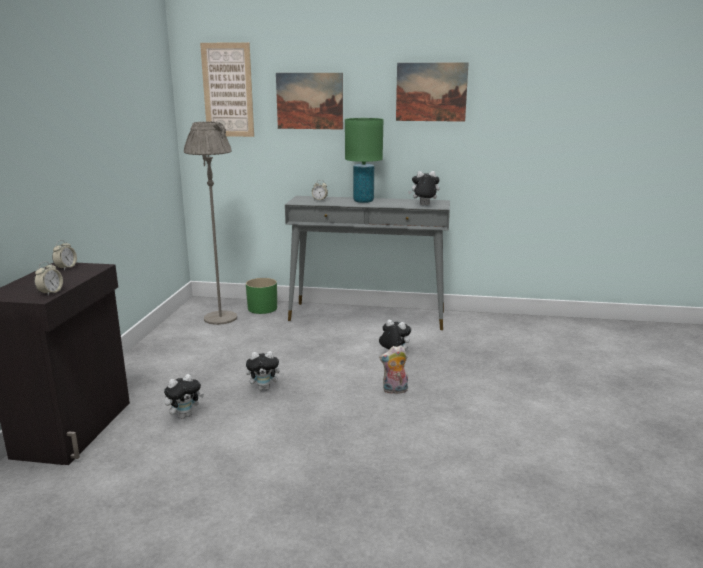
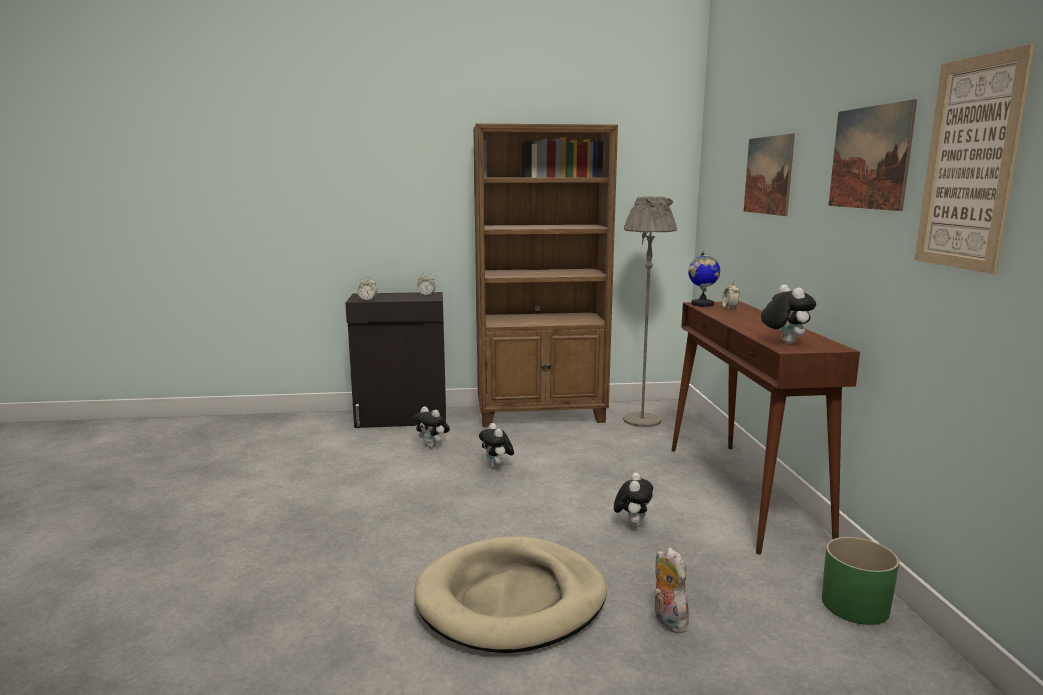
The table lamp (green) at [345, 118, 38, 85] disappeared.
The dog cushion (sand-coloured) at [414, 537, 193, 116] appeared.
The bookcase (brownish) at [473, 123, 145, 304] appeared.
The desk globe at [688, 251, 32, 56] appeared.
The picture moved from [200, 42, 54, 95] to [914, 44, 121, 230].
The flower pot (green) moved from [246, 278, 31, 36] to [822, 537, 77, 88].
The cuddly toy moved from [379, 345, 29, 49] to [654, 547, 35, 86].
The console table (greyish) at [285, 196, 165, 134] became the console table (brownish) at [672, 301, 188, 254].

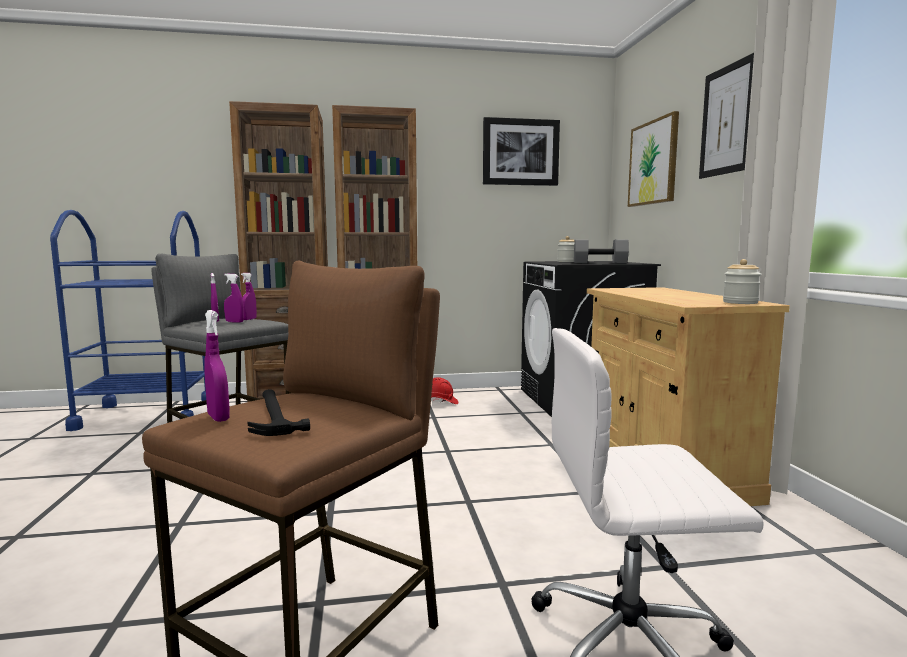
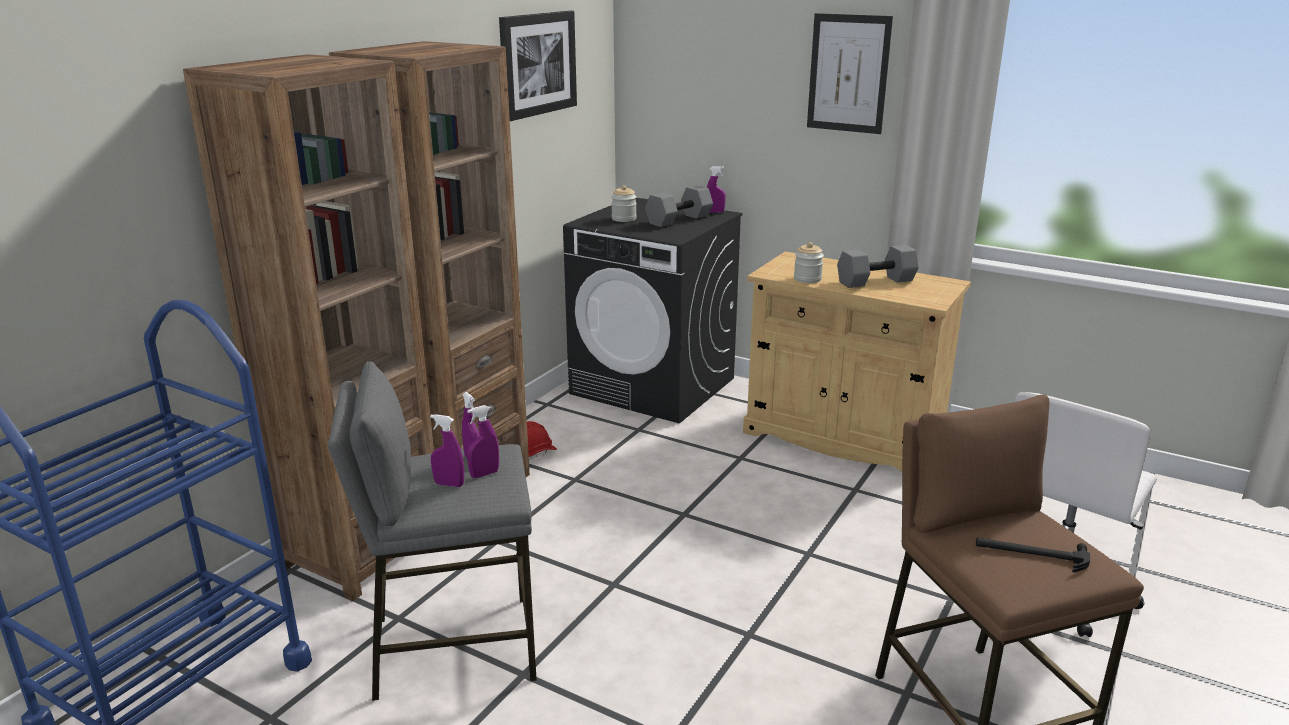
The picture at [628, 111, 51, 96] disappeared.
The free weight (greyish) at [837, 245, 82, 43] appeared.
The spray bottle (purple-coloured) moved from [204, 310, 26, 112] to [707, 166, 19, 47].
The preserve jar moved from [723, 259, 38, 45] to [794, 242, 30, 41].

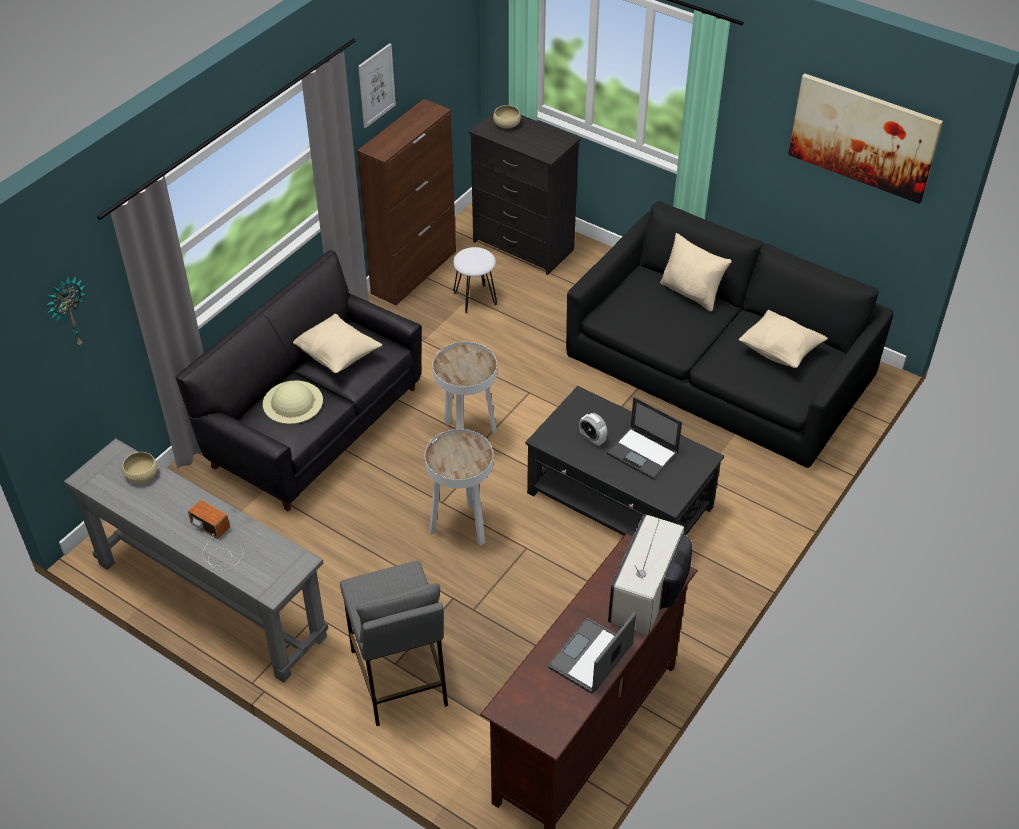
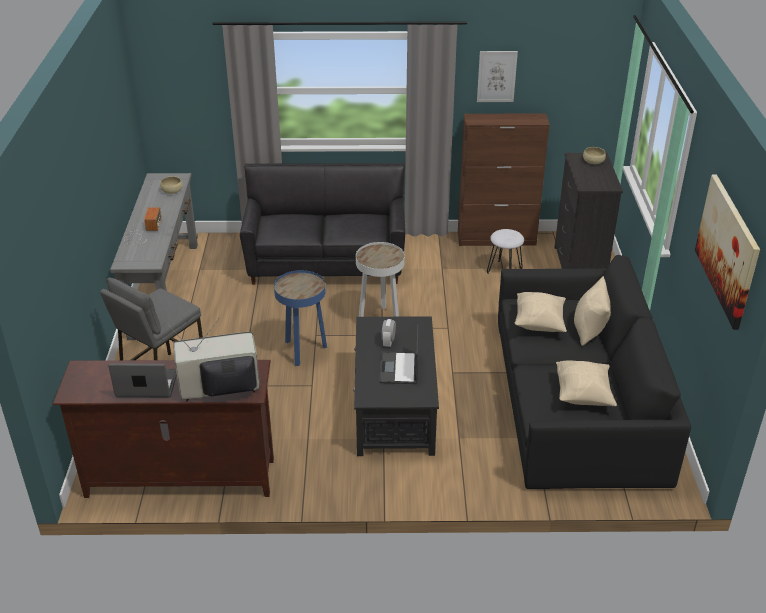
The wall clock at [47, 276, 39, 70] disappeared.
The hat (sand-coloured) at [263, 381, 60, 43] disappeared.
The cushion (sand-coloured) moved from [293, 314, 89, 59] to [515, 292, 52, 40].
The end table (white-coloured) at [425, 429, 68, 117] became the end table (bluish) at [274, 270, 53, 96].

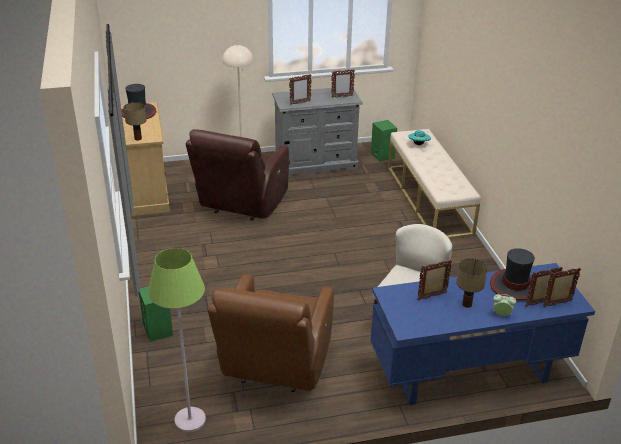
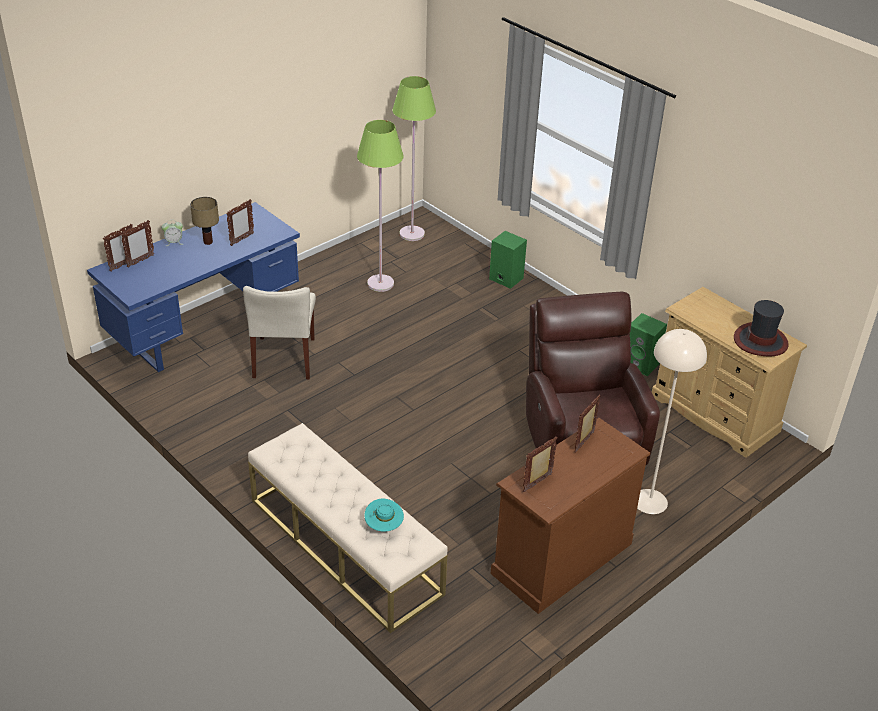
The table lamp at [124, 102, 22, 39] disappeared.
The hat at [490, 248, 45, 53] disappeared.
The loudspeaker (green) moved from [371, 120, 26, 42] to [630, 313, 37, 63].
The lounge chair (brownish) at [208, 274, 126, 118] was replaced by the standing lamp (green) at [357, 120, 47, 172].
The chest of drawers (greyish) at [272, 86, 91, 90] became the chest of drawers (brownish) at [490, 418, 160, 196].

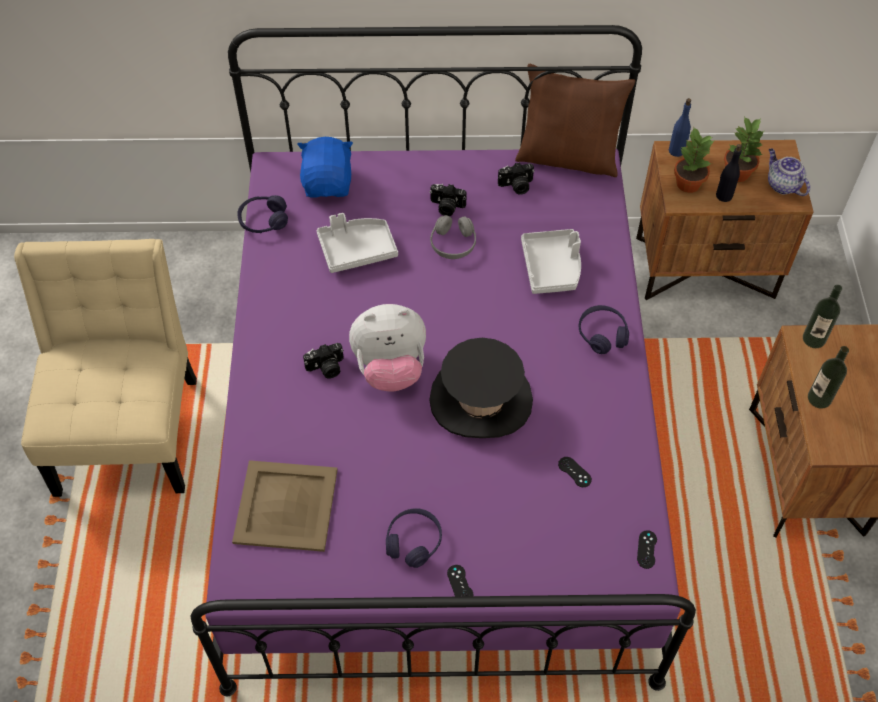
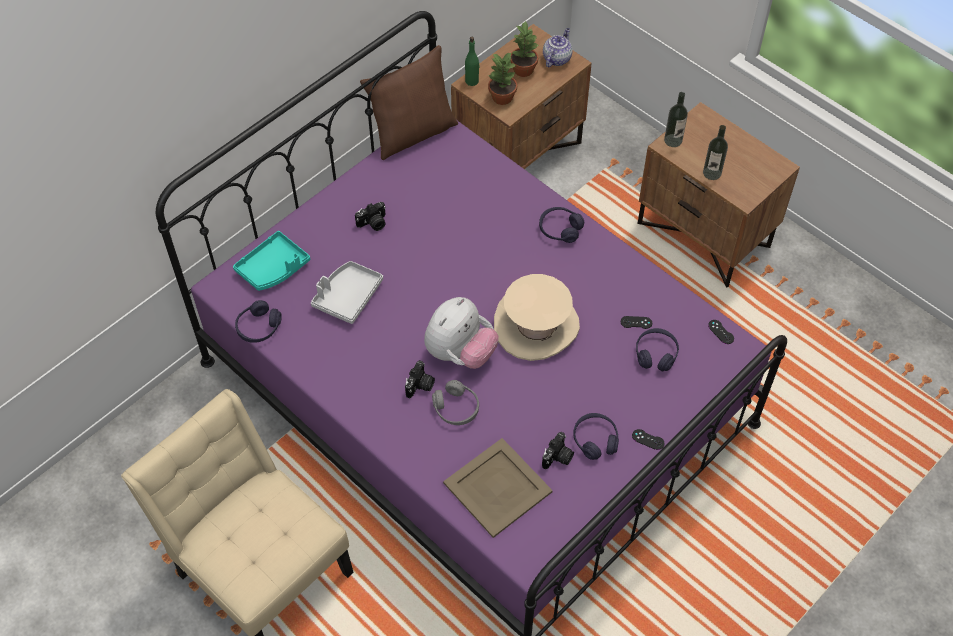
The carrying tray (greyish) at [521, 229, 60, 65] disappeared.
The bottle (black-coloured) at [716, 144, 26, 58] disappeared.
The pair of headphones (purple-coloured) at [636, 328, 43, 44] appeared.
The pair of headphones (greyish) moved from [430, 215, 46, 44] to [432, 380, 47, 45].
The still camera moved from [498, 162, 36, 33] to [542, 432, 32, 37].
The cuddly toy (bluish) at [298, 137, 55, 61] was replaced by the carrying tray (blue-green) at [233, 231, 77, 60].
The hat (black-coloured) at [429, 338, 104, 100] became the hat (sand-coloured) at [494, 274, 86, 87].
The bottle (bluish) at [669, 98, 22, 59] became the bottle (green) at [465, 37, 14, 49].
The tea pot at [768, 148, 42, 48] turned 105 degrees clockwise.

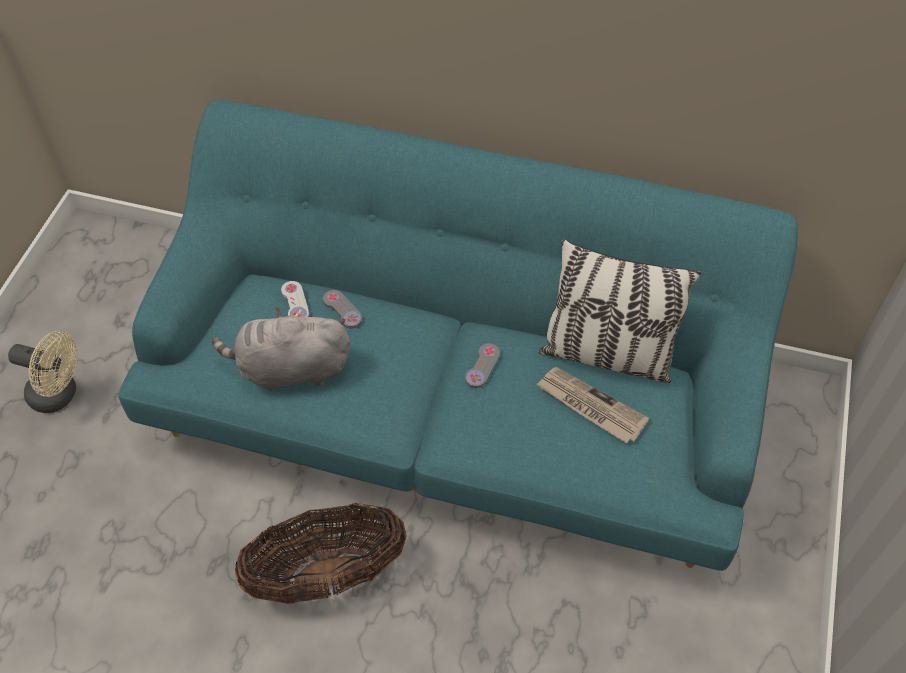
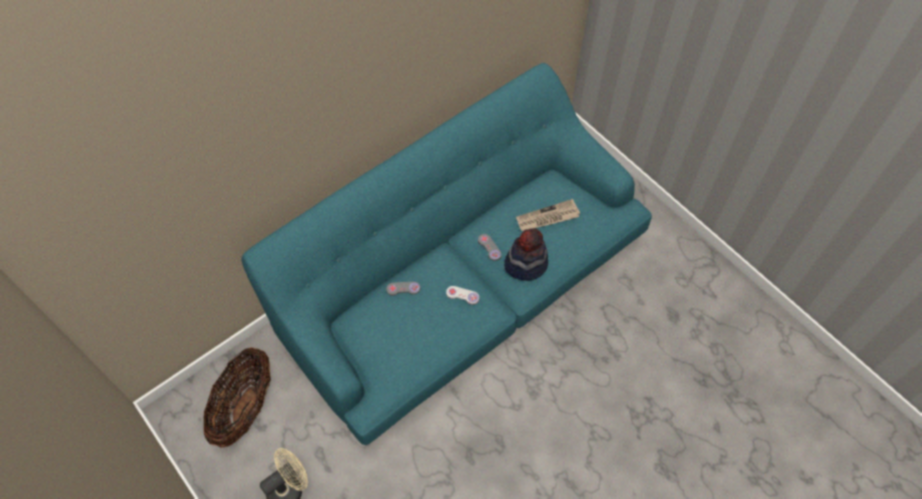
The cuddly toy (greyish) at [212, 307, 138, 84] disappeared.
The cushion at [538, 239, 163, 144] disappeared.
The hat at [504, 228, 44, 53] appeared.
The basket moved from [235, 503, 172, 101] to [204, 347, 67, 101].
The game controller (white-coloured) moved from [281, 281, 28, 36] to [446, 286, 33, 19].

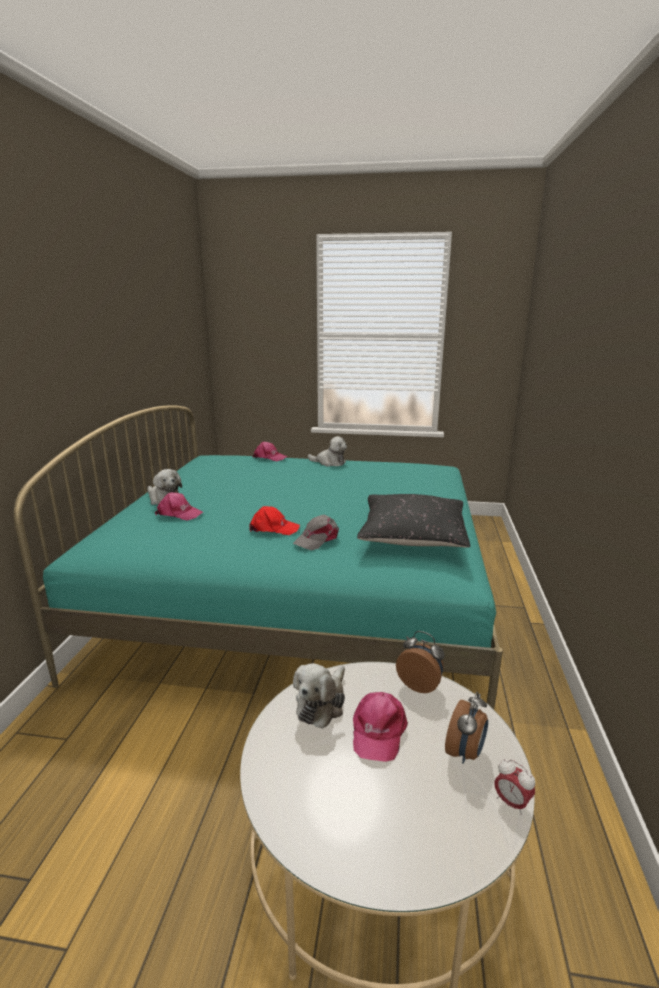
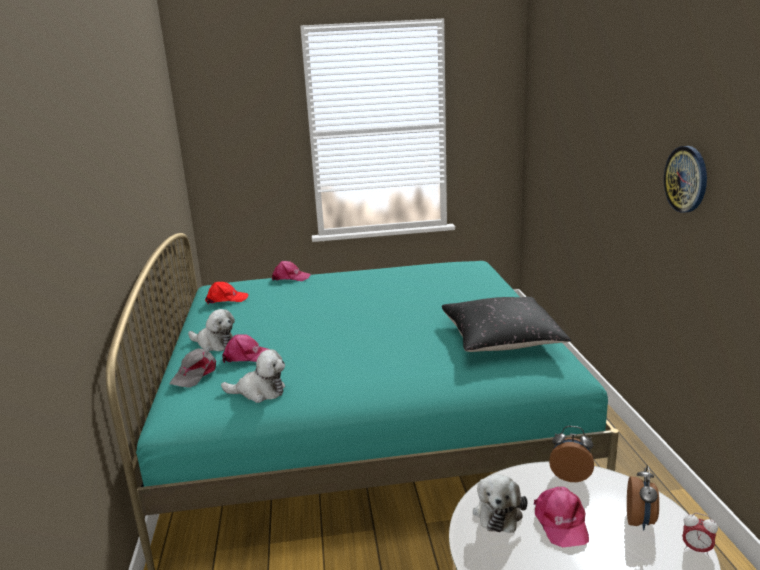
The wall clock at [664, 146, 43, 67] appeared.
The baseball cap (red) moved from [249, 506, 51, 29] to [205, 282, 43, 22].
The baseball cap (greyish) moved from [293, 514, 46, 37] to [169, 348, 47, 40].
The cuddly toy moved from [308, 436, 39, 31] to [221, 349, 64, 54].

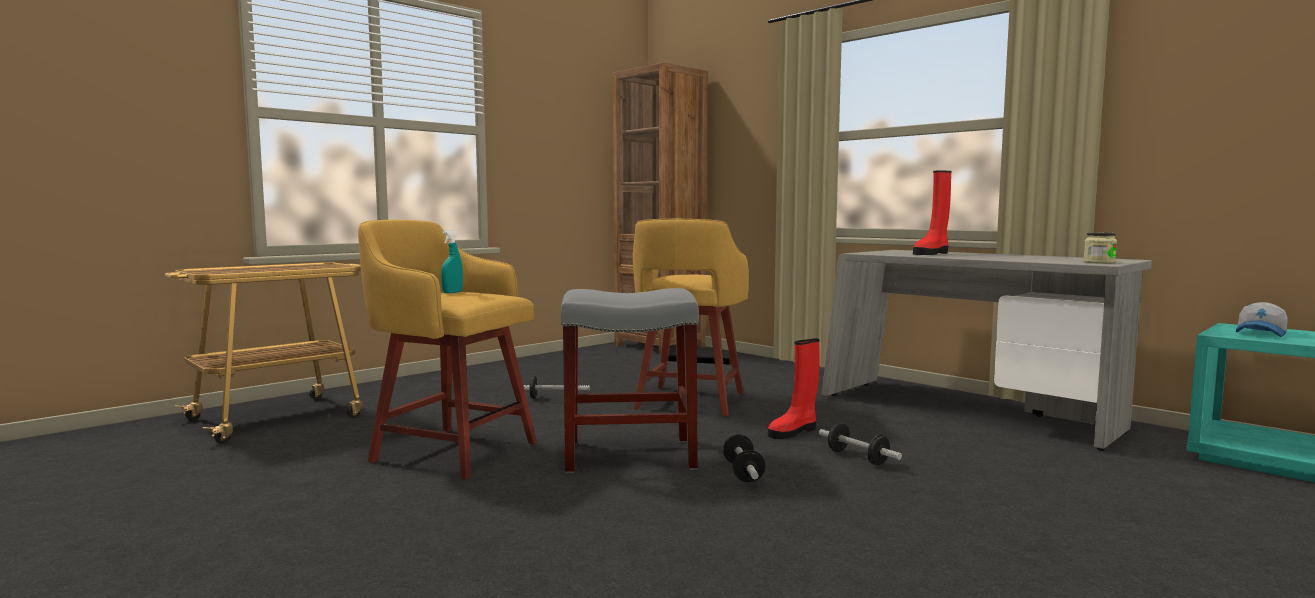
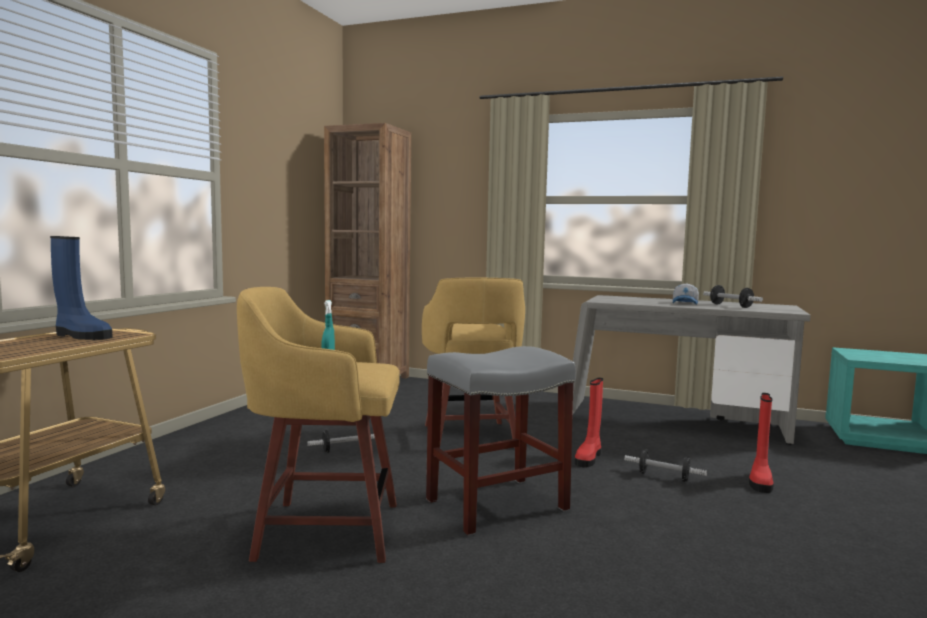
The preserve jar at [1083, 232, 34, 32] disappeared.
The boot (bluish) at [50, 236, 63, 104] appeared.
The free weight moved from [723, 434, 42, 48] to [703, 285, 60, 23].
The boot (red) moved from [913, 170, 38, 85] to [749, 393, 25, 100].
The baseball cap moved from [1236, 302, 52, 35] to [673, 283, 26, 22].

